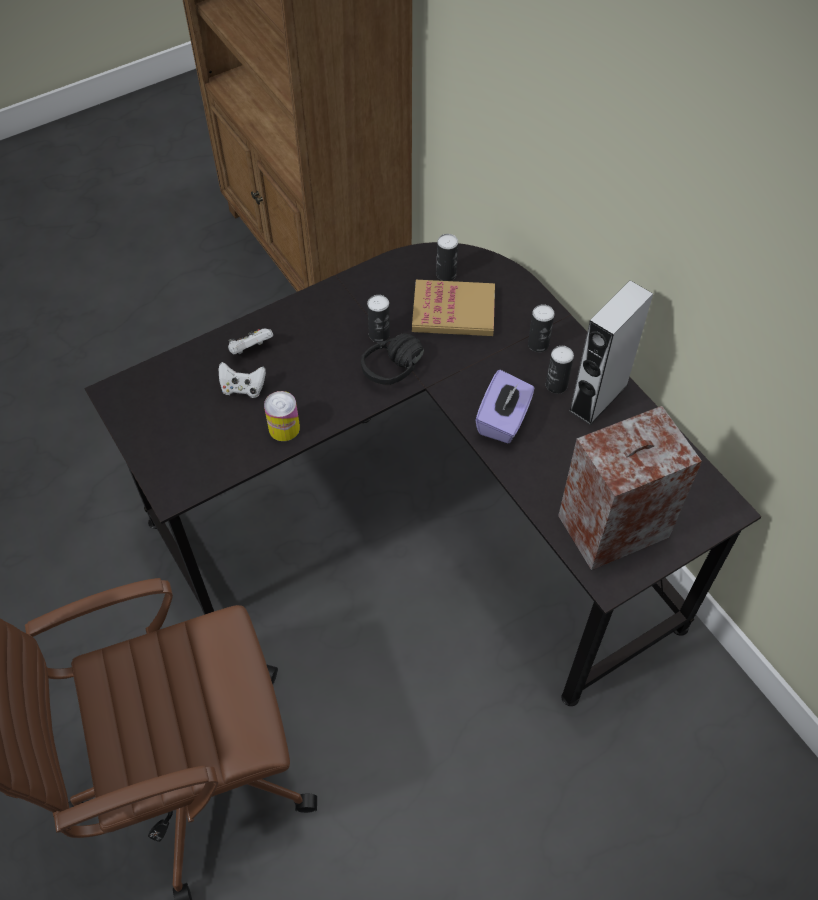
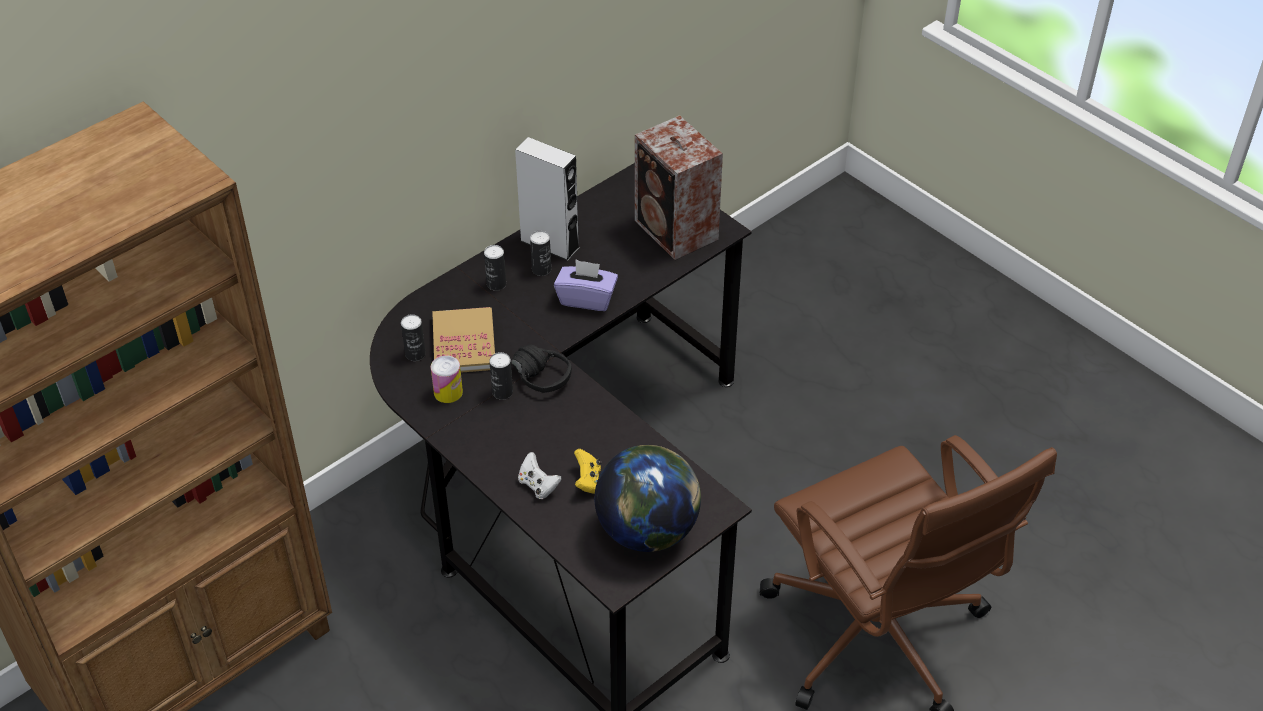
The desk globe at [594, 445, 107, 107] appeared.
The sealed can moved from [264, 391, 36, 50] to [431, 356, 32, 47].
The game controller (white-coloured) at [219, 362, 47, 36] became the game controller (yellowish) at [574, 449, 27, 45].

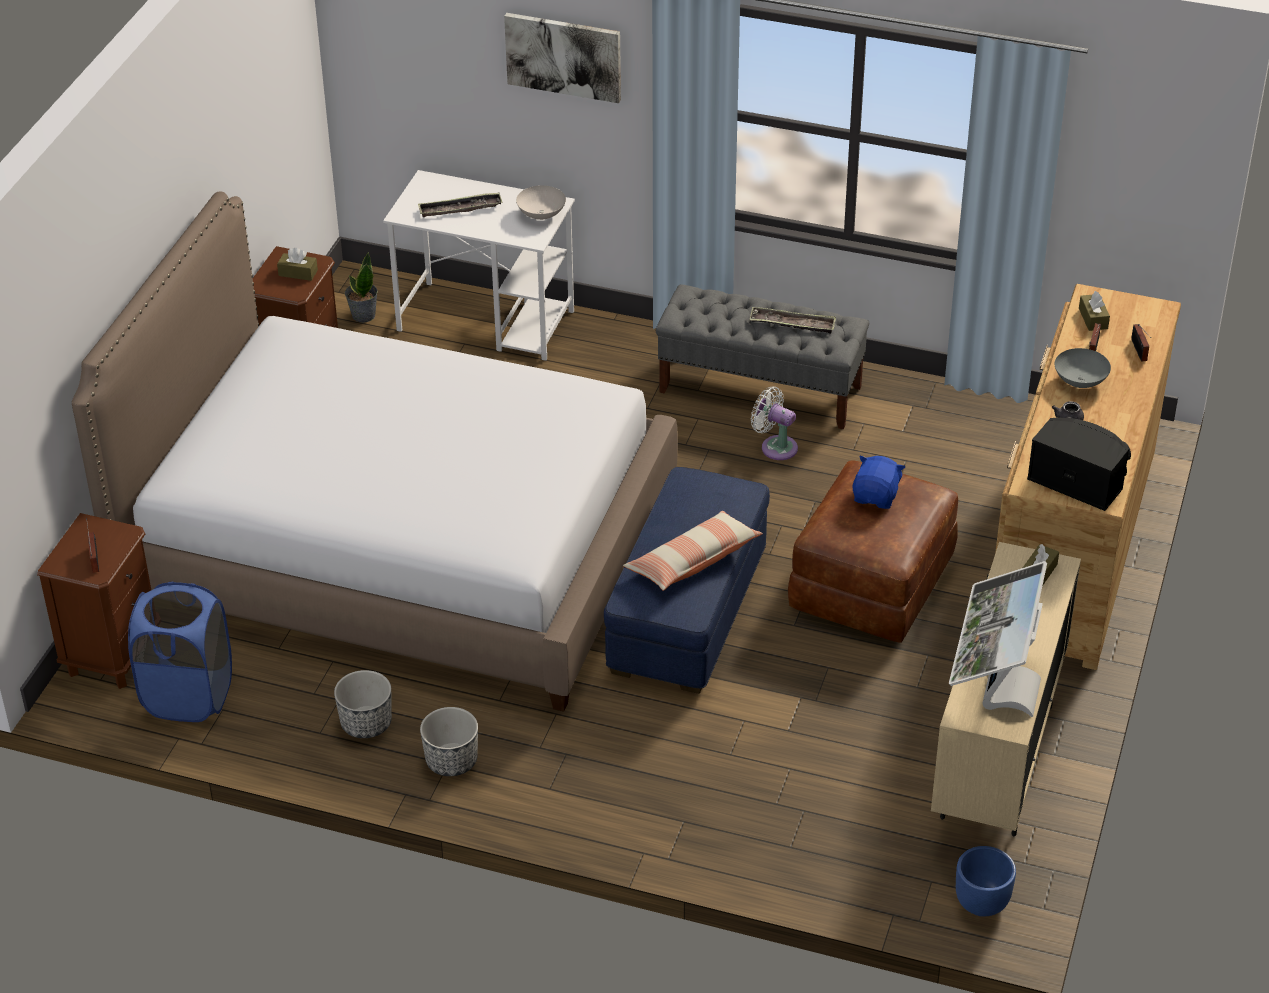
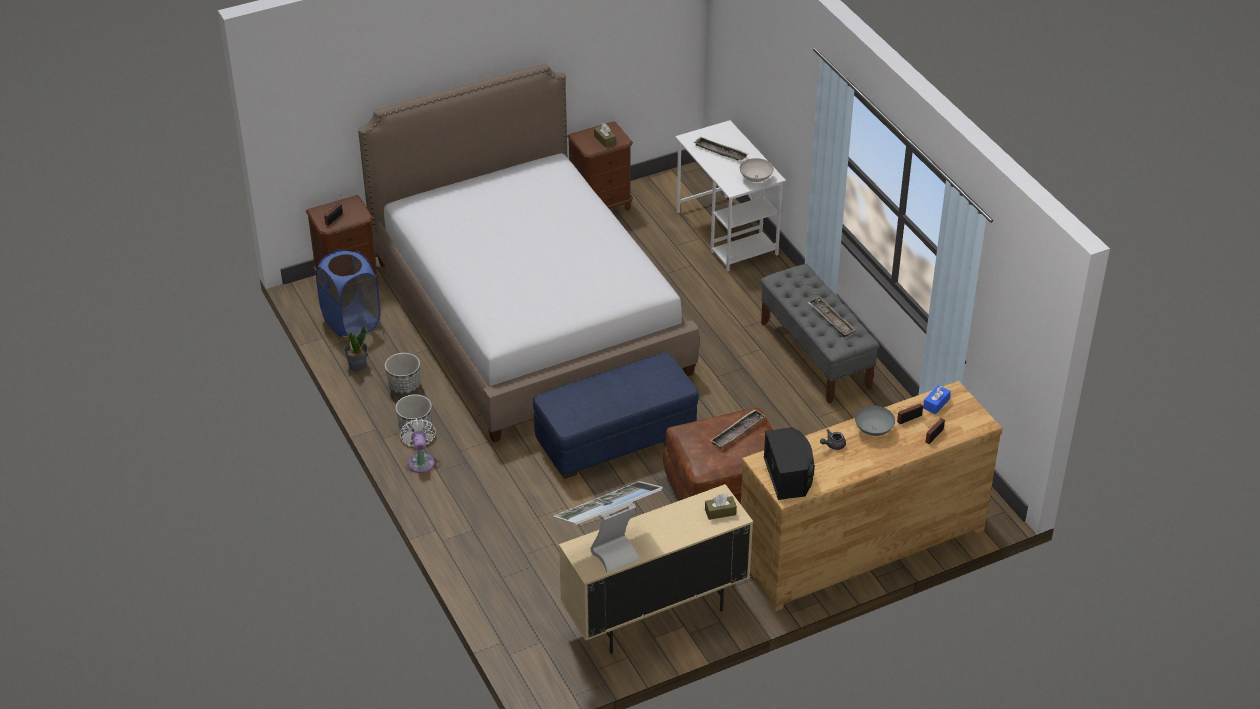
The picture at [504, 13, 117, 90] disappeared.
The cushion at [623, 511, 140, 80] disappeared.
The flower pot (bluish) at [956, 846, 60, 71] disappeared.
The potted plant moved from [345, 252, 33, 71] to [344, 325, 24, 46].
The electric fan (white-coloured) moved from [751, 386, 47, 74] to [400, 419, 36, 54].
The cuddly toy (bluish) at [853, 456, 52, 53] was replaced by the carrying tray at [711, 409, 54, 40].
The tissue holder (brownish) at [1079, 291, 31, 40] became the tissue holder (bluish) at [923, 385, 28, 29].

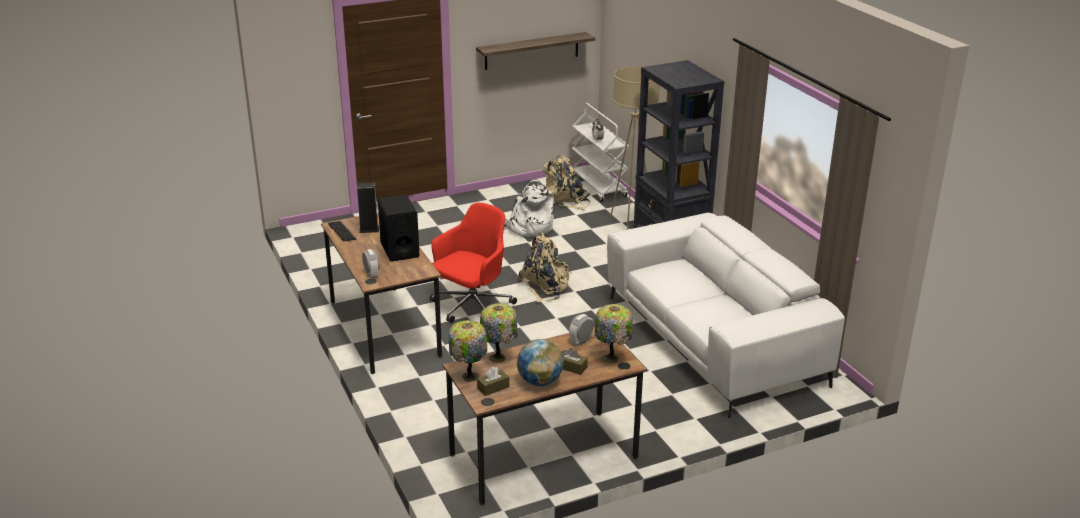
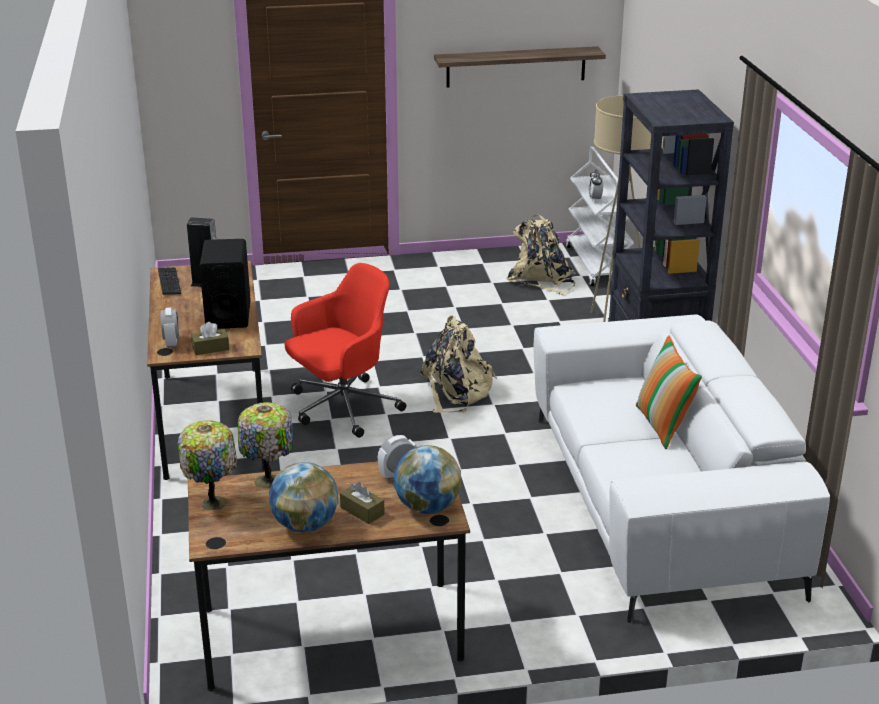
The backpack (white-coloured) at [504, 179, 50, 58] disappeared.
The cushion at [636, 335, 66, 114] appeared.
The tissue holder (brownish) moved from [477, 367, 32, 29] to [191, 322, 38, 33].
The table lamp at [595, 304, 38, 59] was replaced by the desk globe at [394, 445, 67, 69].

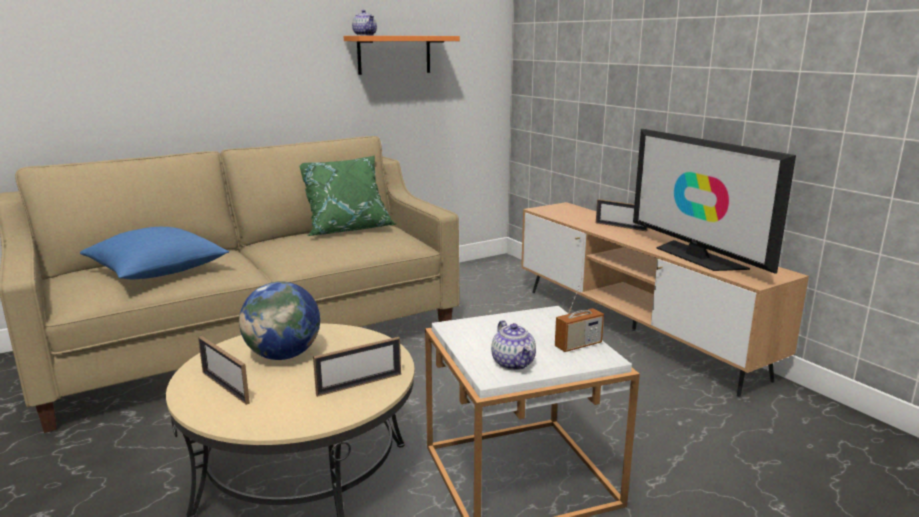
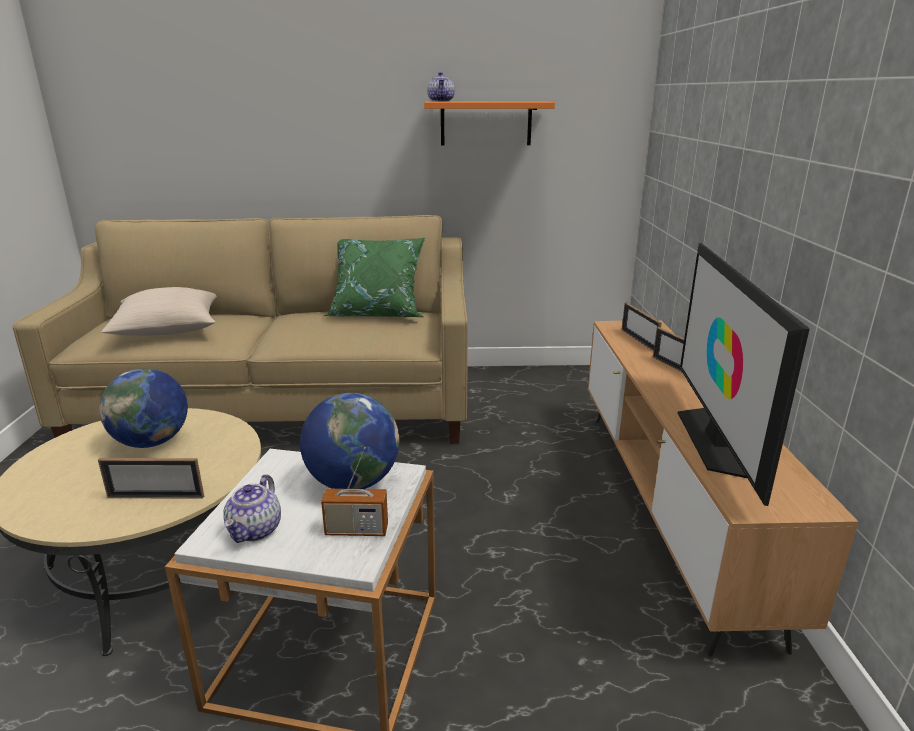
The desk globe at [300, 393, 99, 96] appeared.
The photo frame moved from [198, 336, 52, 69] to [622, 303, 40, 48].
The cushion (bluish) at [80, 227, 149, 52] became the cushion (sand-coloured) at [101, 287, 116, 49].

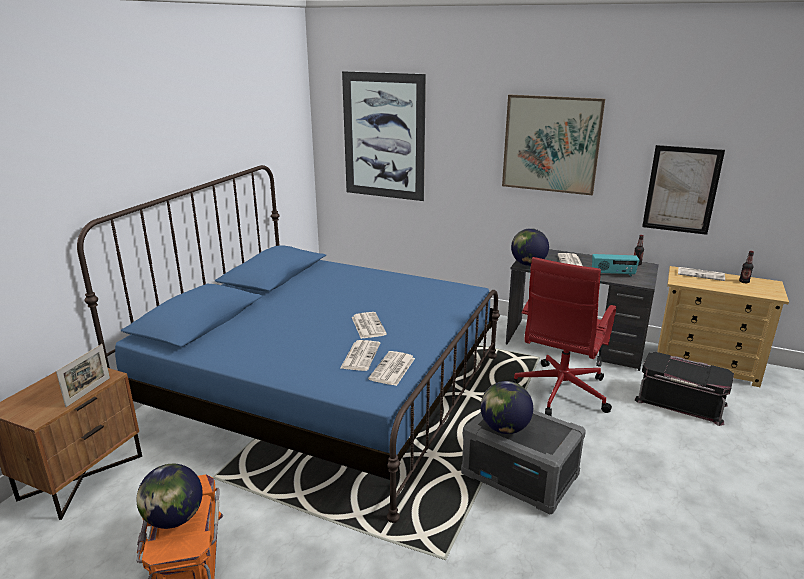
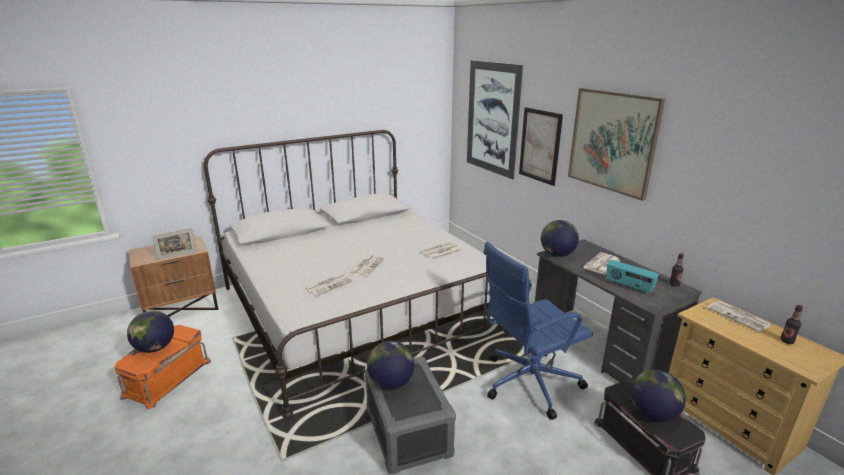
The desk globe at [631, 370, 55, 52] appeared.
The printed paper moved from [368, 351, 47, 35] to [421, 242, 41, 18].
The picture moved from [642, 145, 83, 90] to [519, 107, 44, 79].
The bed (bluish) at [77, 165, 423, 358] became the bed (white-coloured) at [204, 130, 304, 289].
The office chair (red) at [508, 257, 108, 159] became the office chair (bluish) at [483, 242, 110, 178].

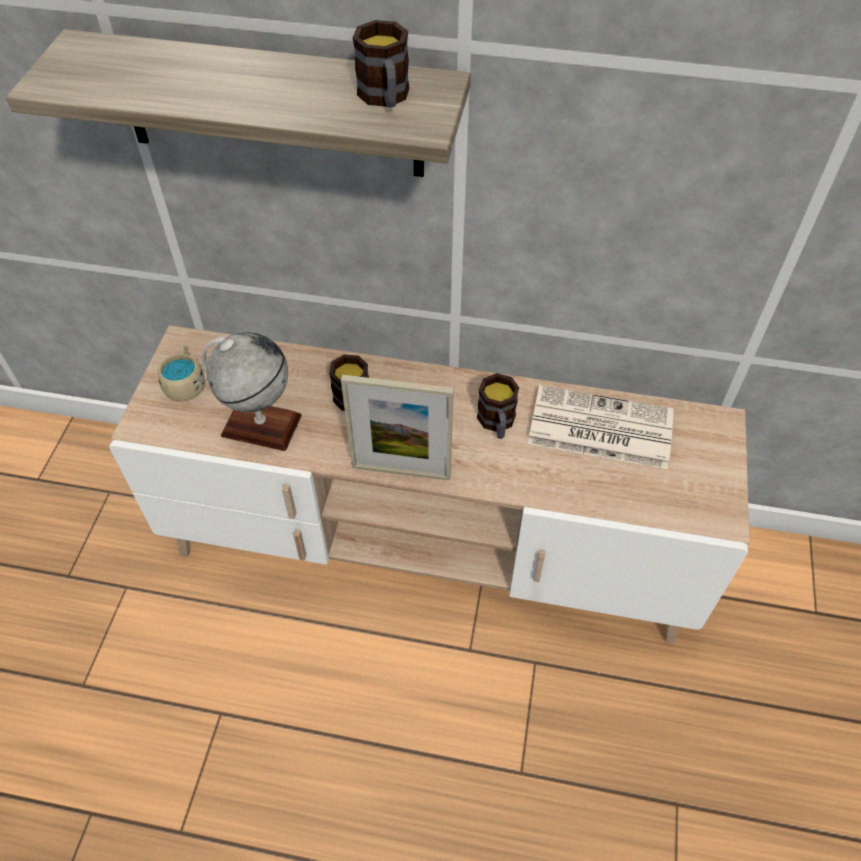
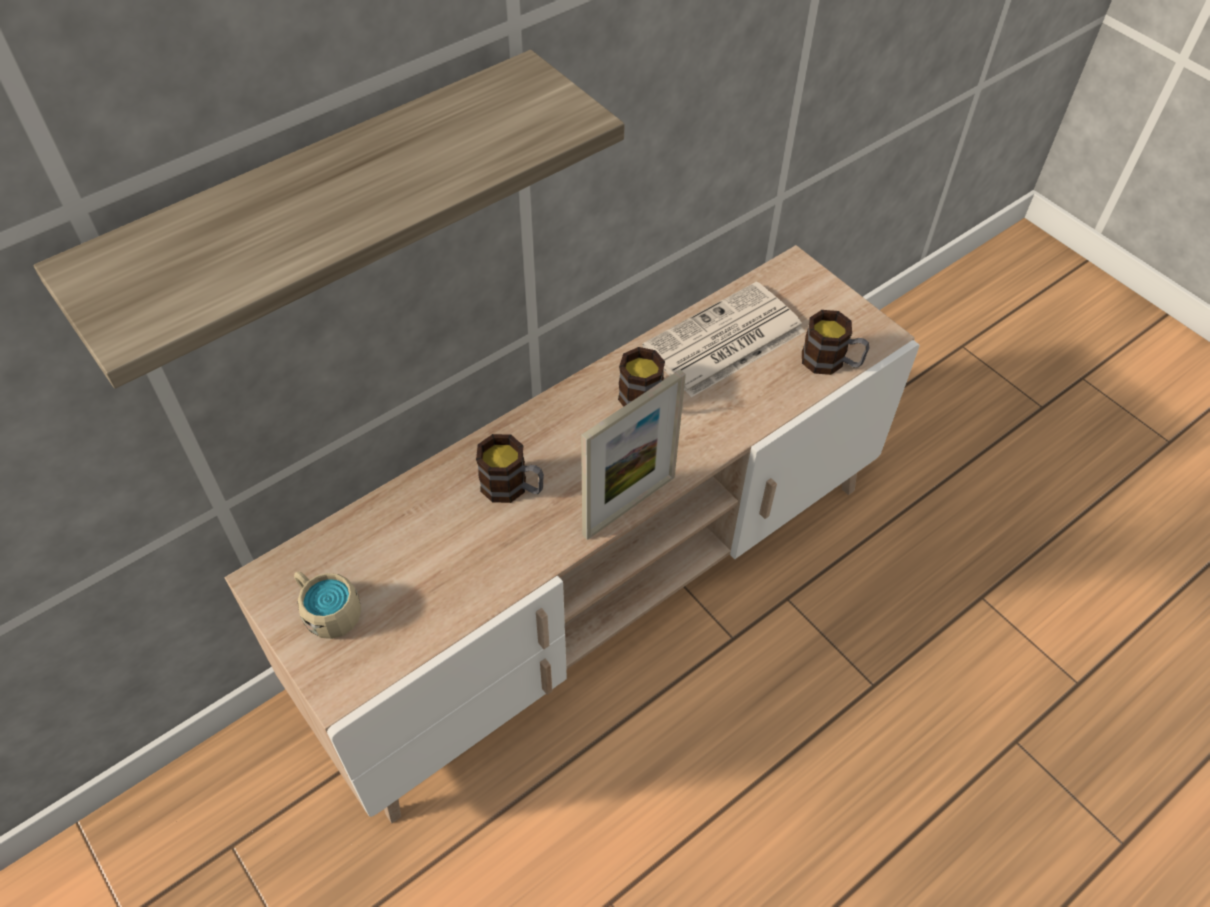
The desk globe at [201, 332, 101, 119] disappeared.
The mug moved from [353, 20, 56, 88] to [802, 310, 67, 65].

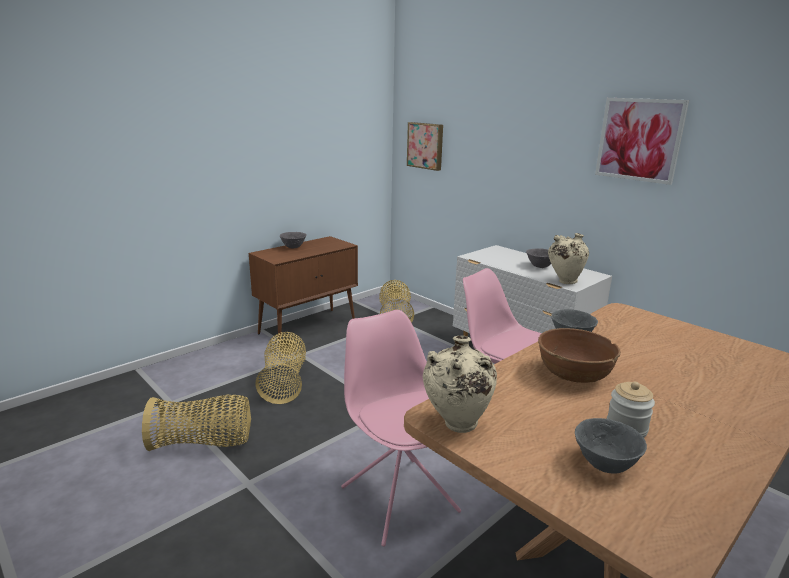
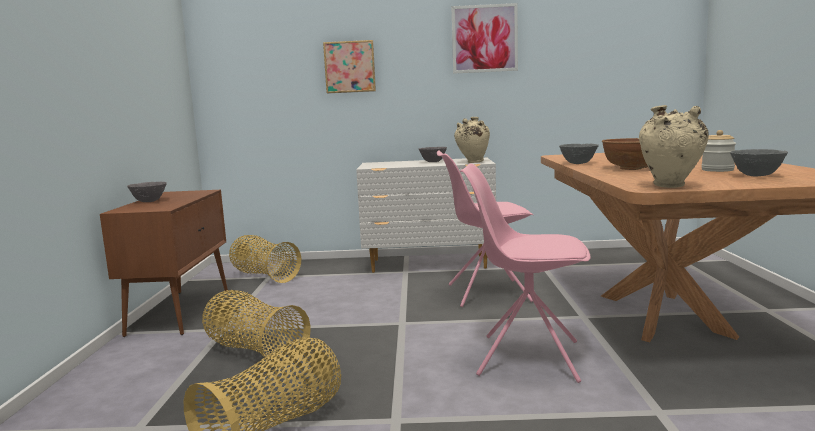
The picture moved from [407, 122, 36, 49] to [323, 40, 53, 53].

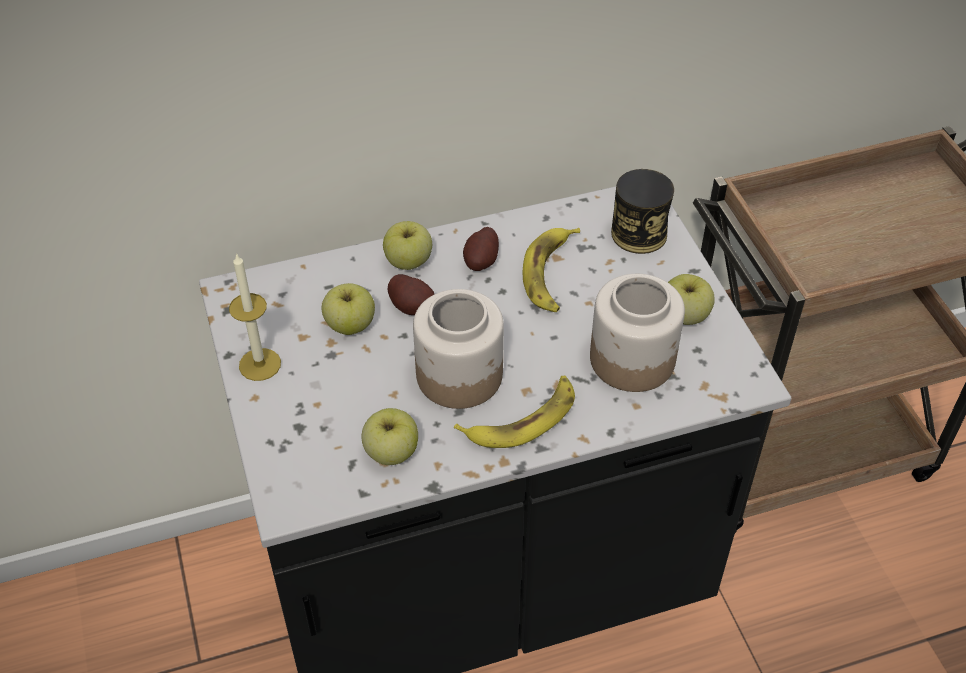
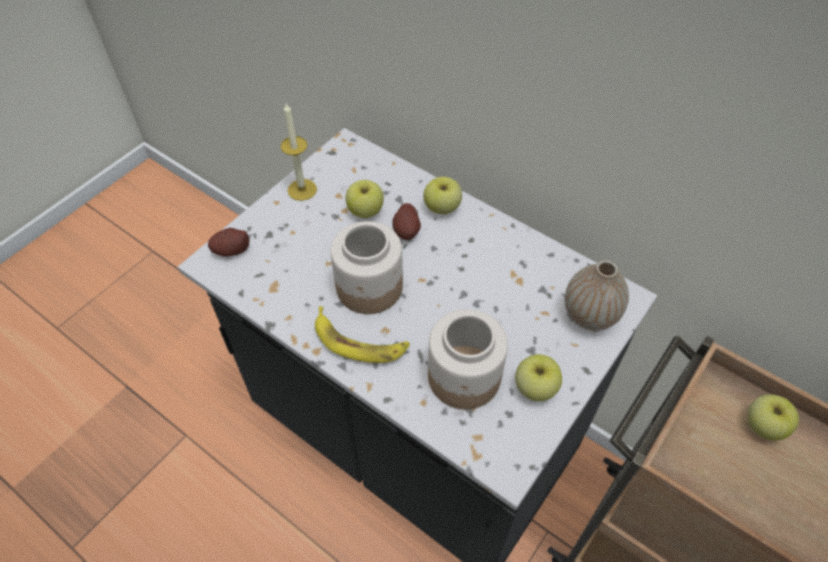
The whole banana at [523, 228, 57, 84] disappeared.
The apple moved from [362, 408, 56, 57] to [748, 394, 51, 46].
The whole potato moved from [463, 227, 36, 44] to [208, 228, 41, 29].
The sealed can at [611, 169, 63, 85] was replaced by the vase at [565, 260, 64, 71].

